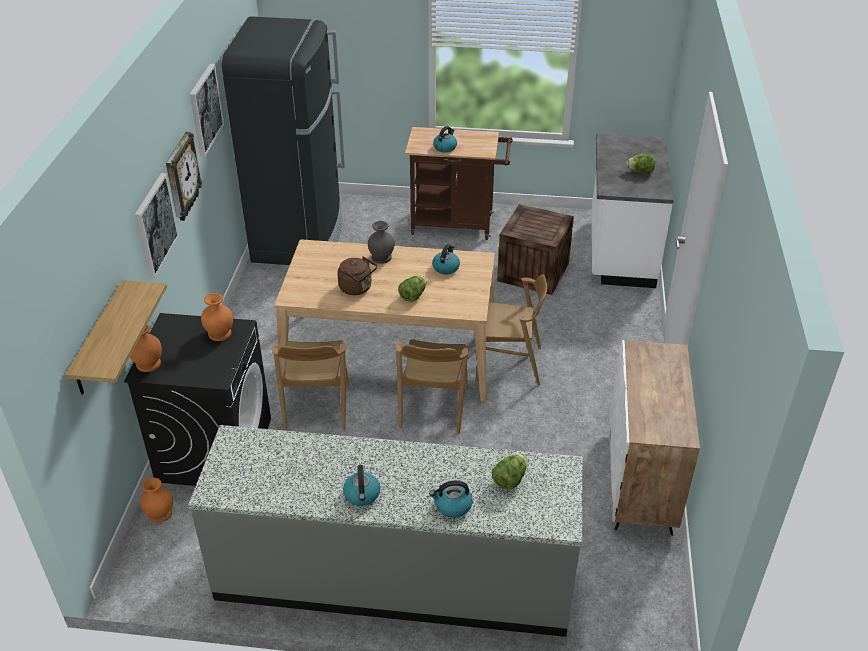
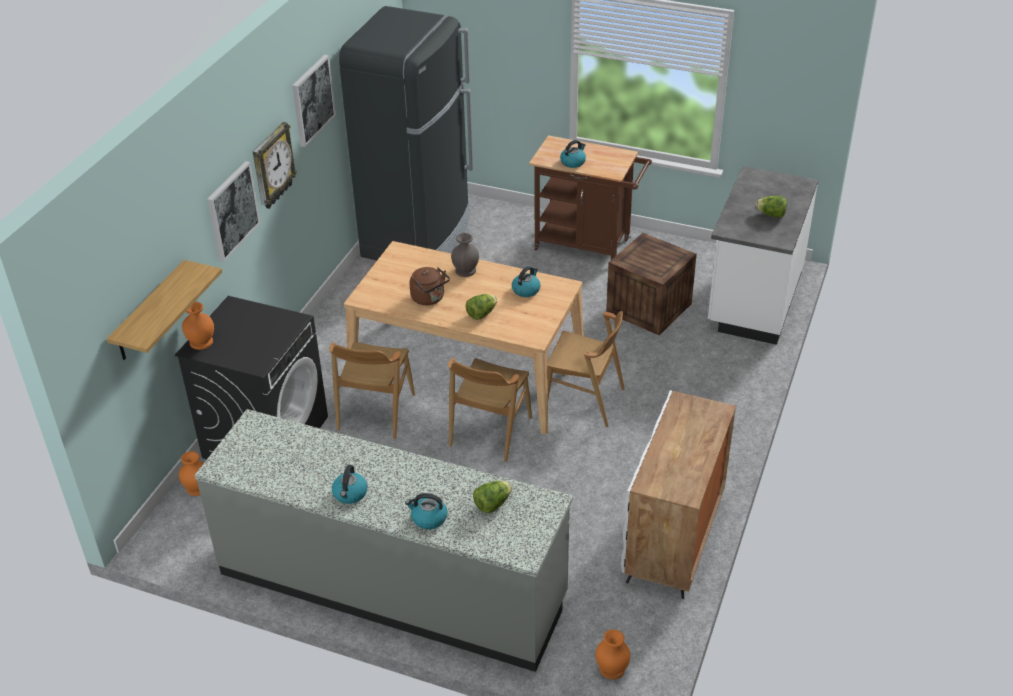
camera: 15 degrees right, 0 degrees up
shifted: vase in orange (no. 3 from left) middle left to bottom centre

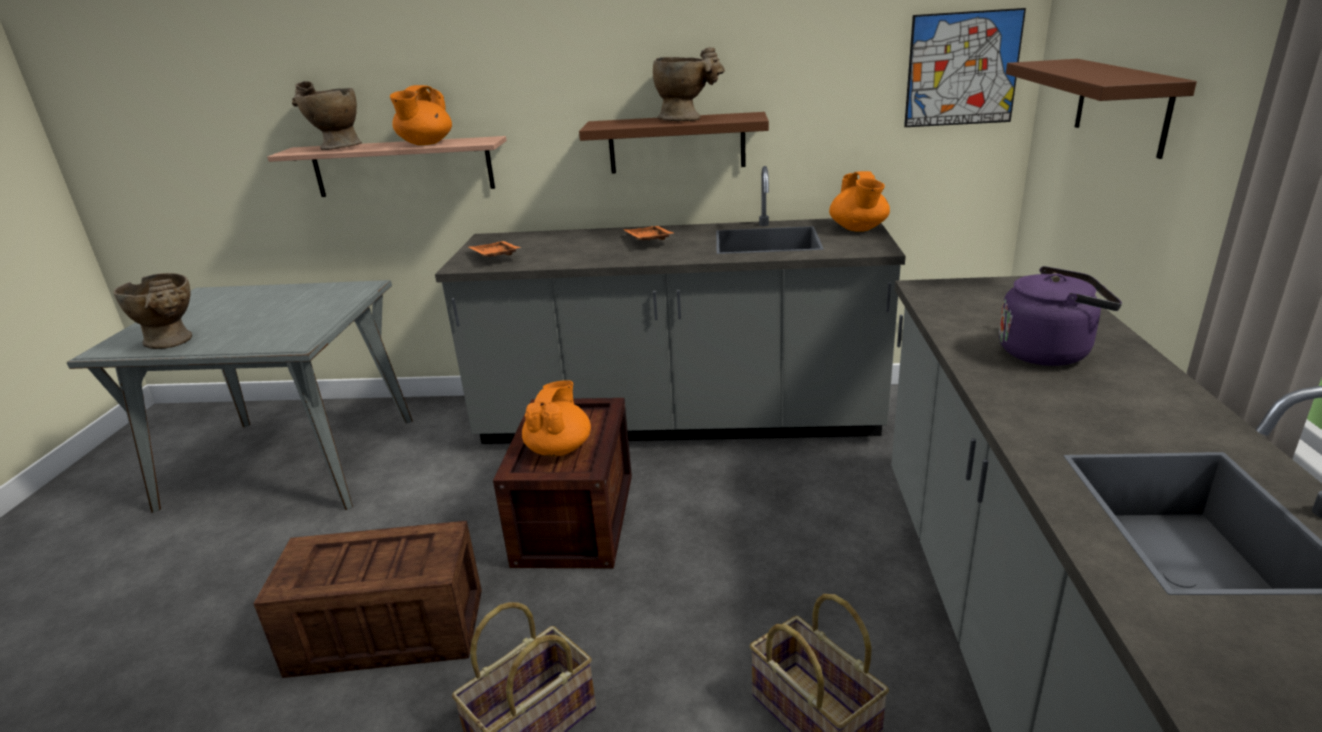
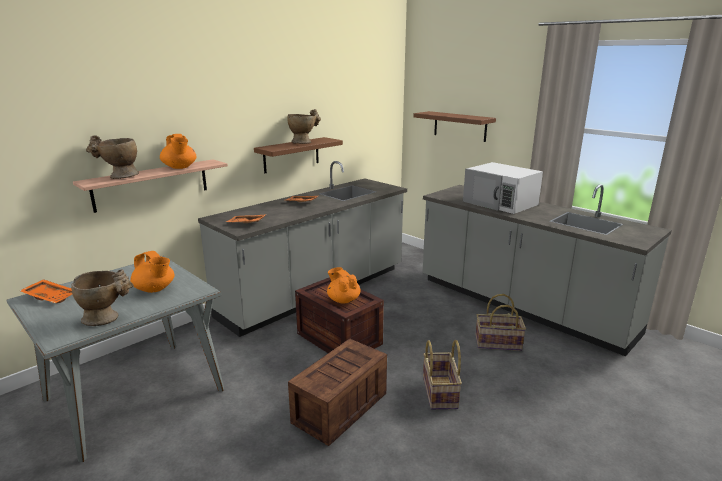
camera: 50 degrees left, 5 degrees down
gone: picture top right
new: tray in orange (no. 1 from left) middle left
shifted: teapot in orange (no. 3 from left in the first image) top centre to teapot in orange (no. 1 from left) middle left
swapped: kettle in purple middle right to microwave in white middle right

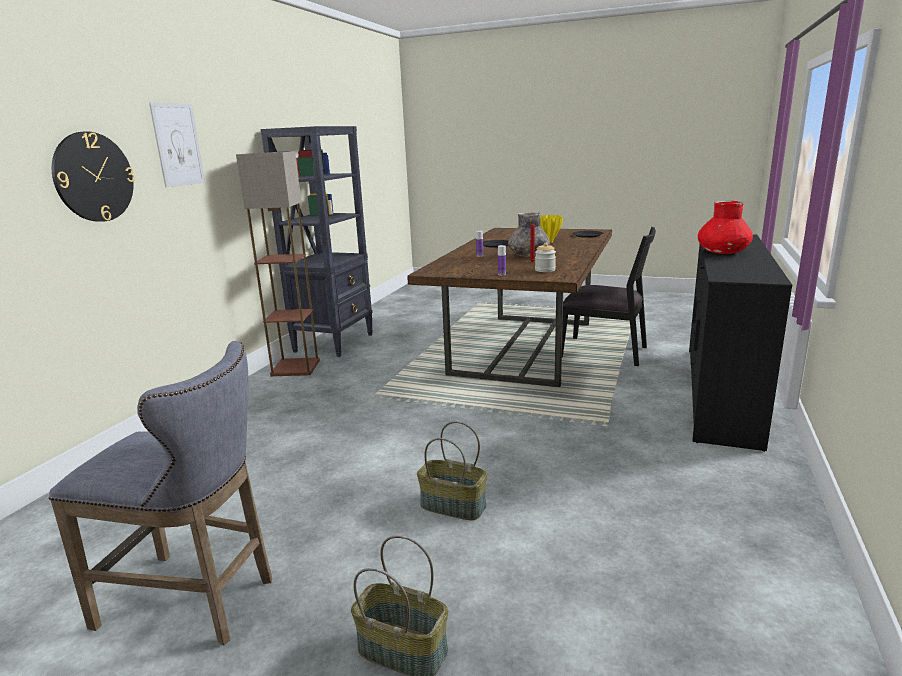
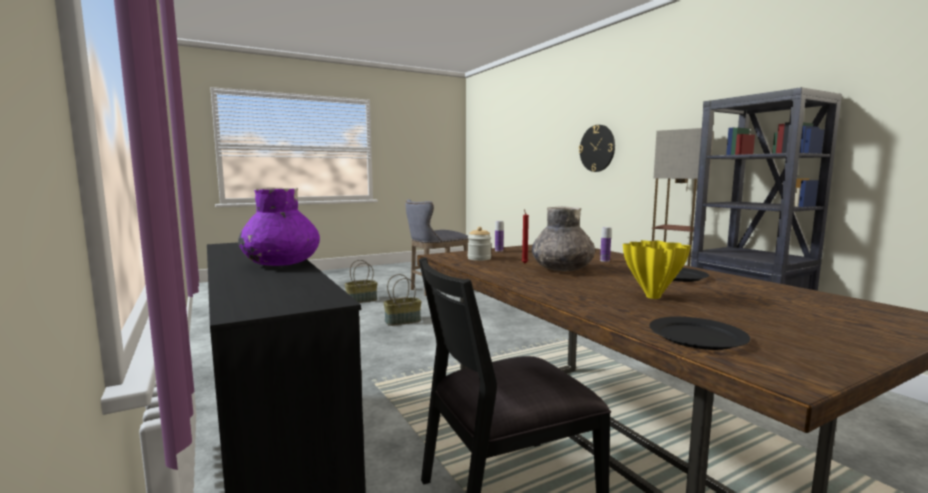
camera: 130 degrees right, 10 degrees down
gone: picture top left
repainted: vase in red middle right to vase in purple middle left

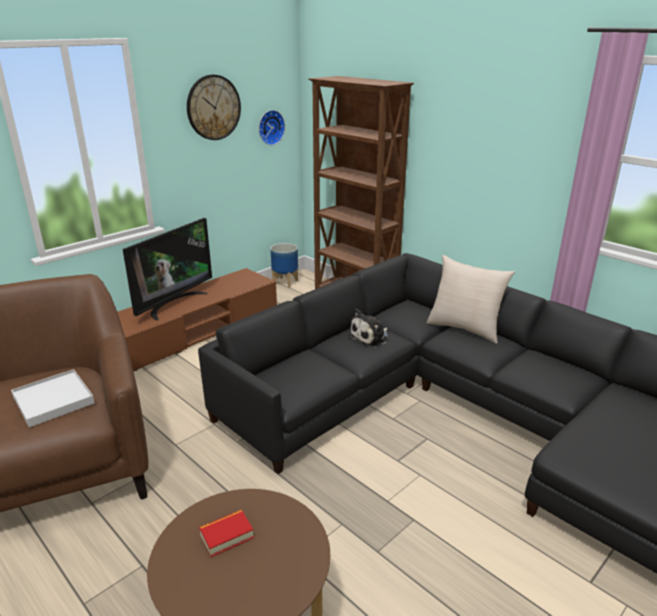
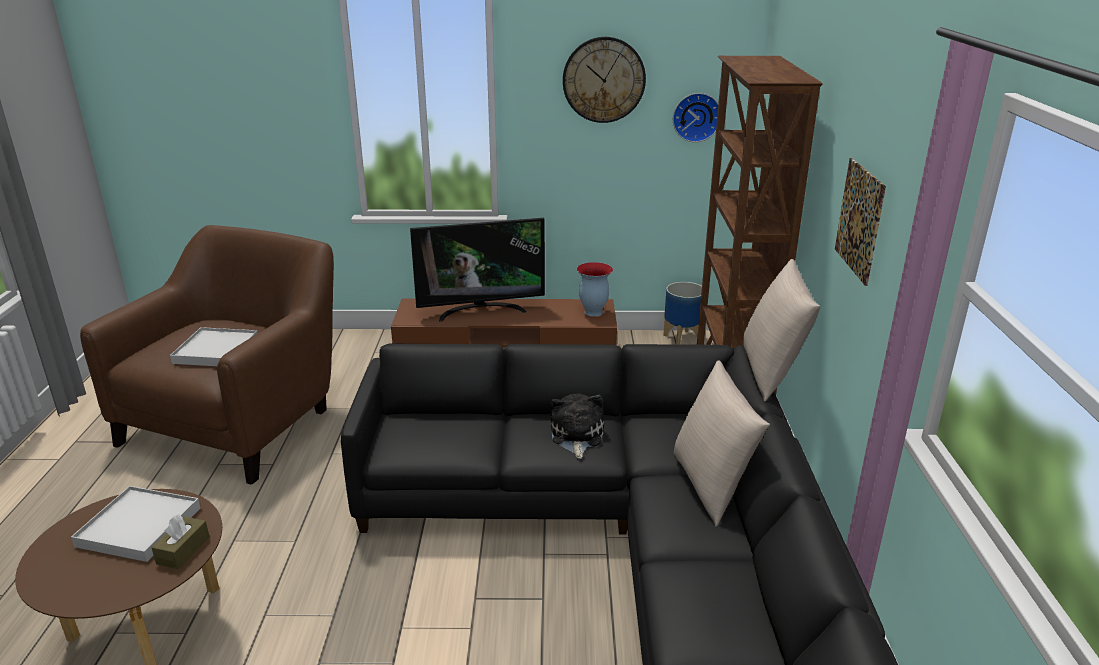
camera: 45 degrees right, 0 degrees up
new: tissue box in brown bottom left; vase centre; pillow in beige (no. 2 from left) middle right; picture middle right
swapped: book bottom centre to tray in white (no. 1 from left) bottom left
rotated: plush toy centre = centre 90 degrees clockwise

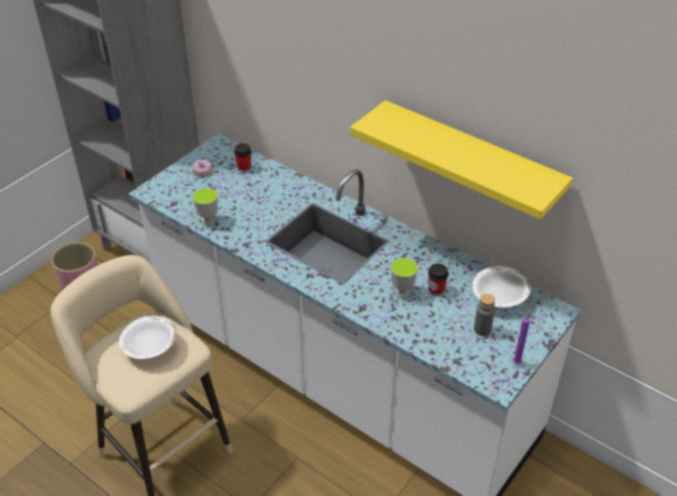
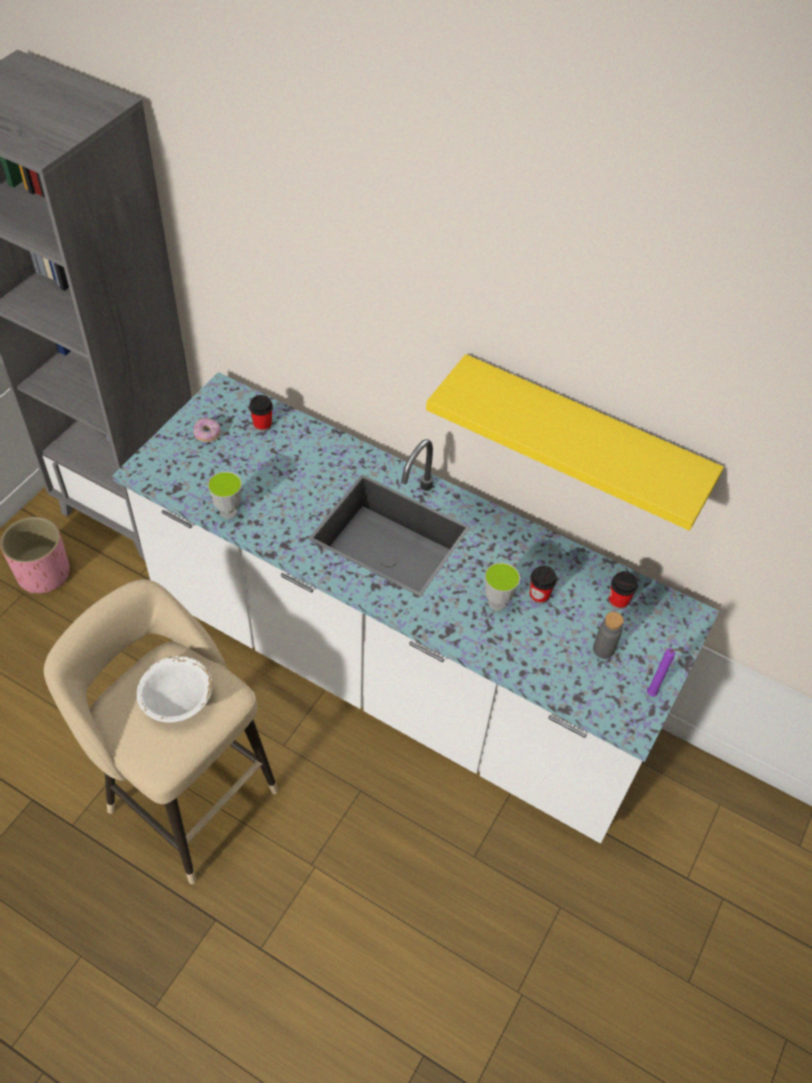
camera: 10 degrees left, 10 degrees up
swapped: bowl in white (no. 2 from left) middle right to cup (no. 5 from left) middle right

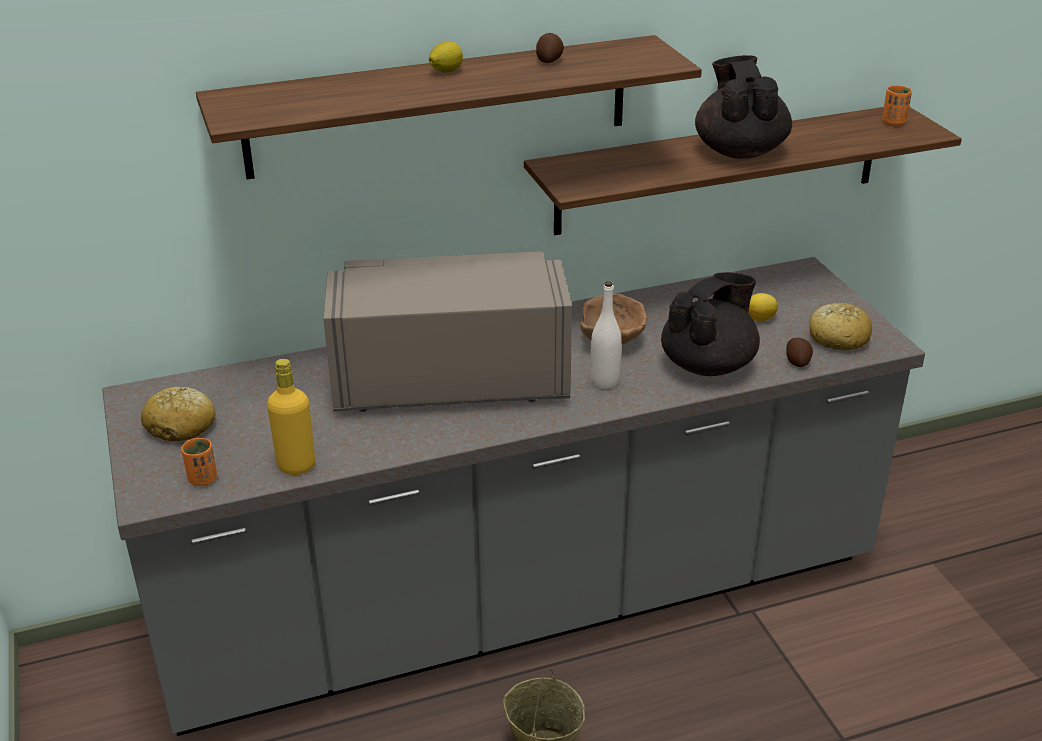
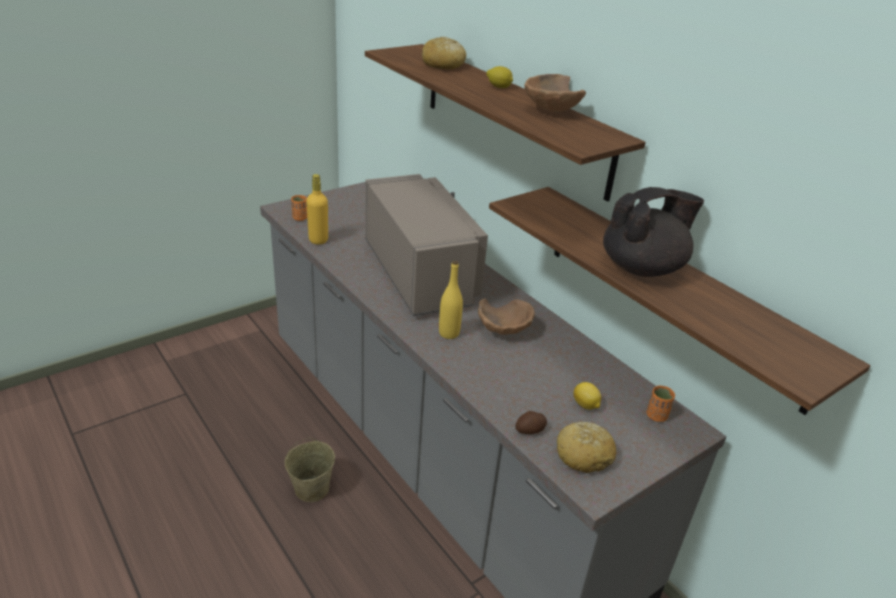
camera: 70 degrees right, 0 degrees up
gone: teapot in black (no. 1 from left) middle right
shifted: bread (no. 1 from left) middle left to top centre; cup in orange (no. 2 from left) top right to bottom right
swapped: potato (no. 1 from left) top centre to bowl in brown (no. 2 from left) top centre
repainted: bottle in white centre to bottle in yellow (no. 2 from left) centre

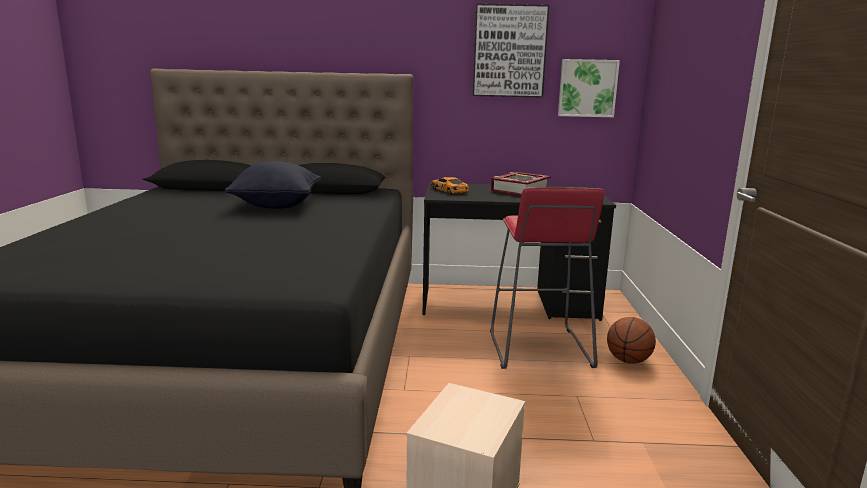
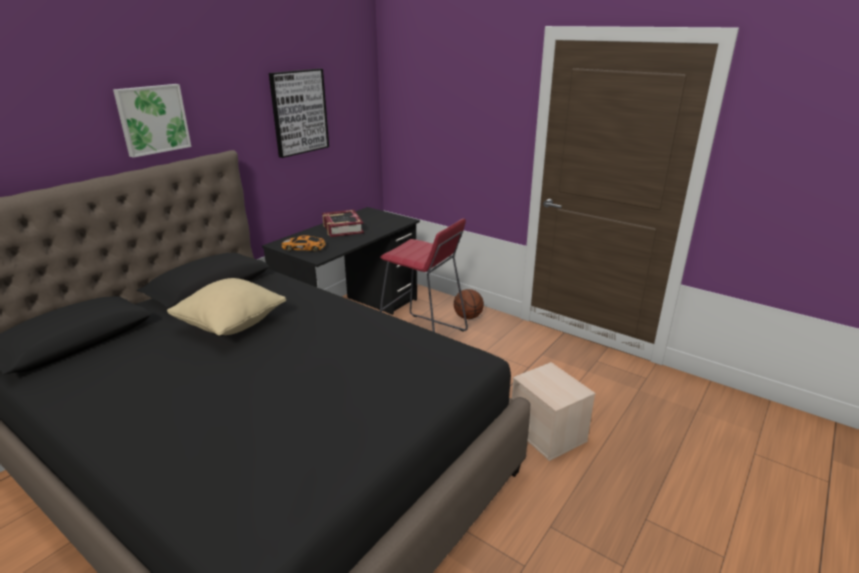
camera: 55 degrees left, 10 degrees up
shifted: picture (no. 2 from left in the first image) top right to picture (no. 1 from left) top left
repainted: pillow in black middle left to pillow in beige middle left

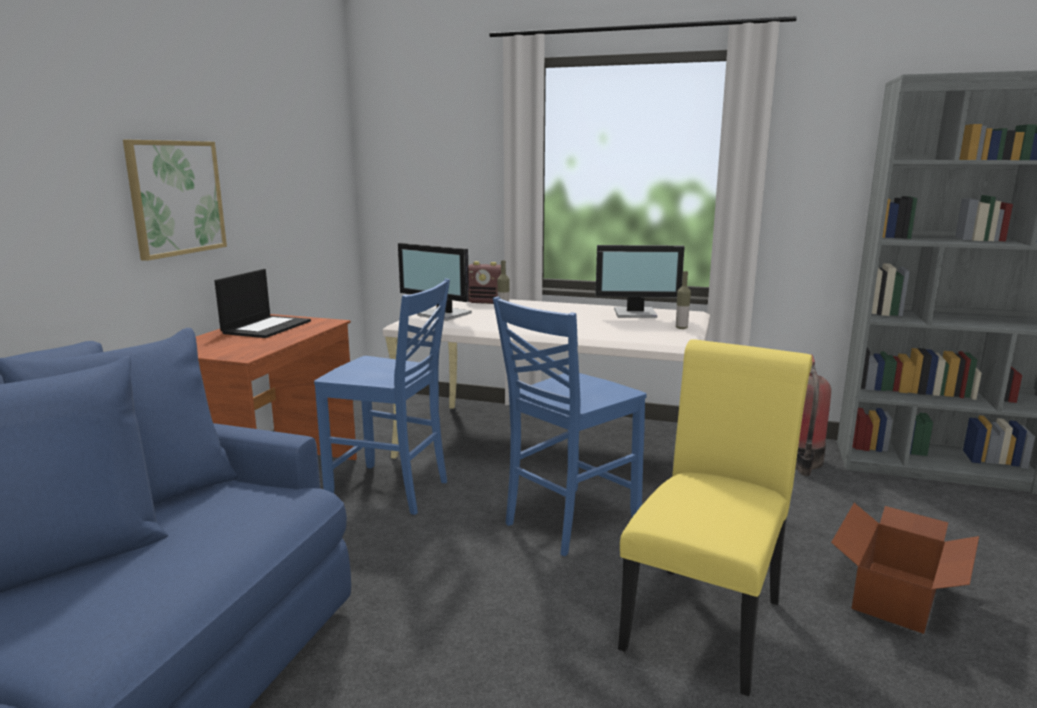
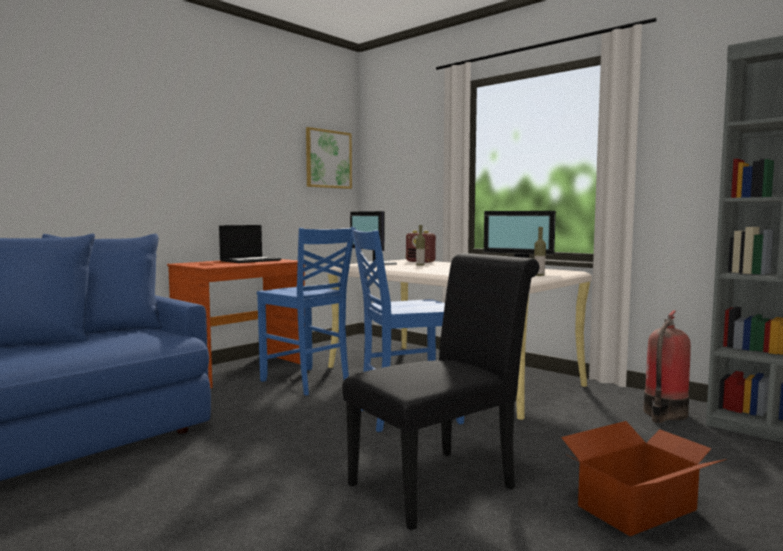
camera: 25 degrees right, 10 degrees down
shifted: picture top left to top centre
repainted: chair in yellow bottom right to chair in black bottom centre

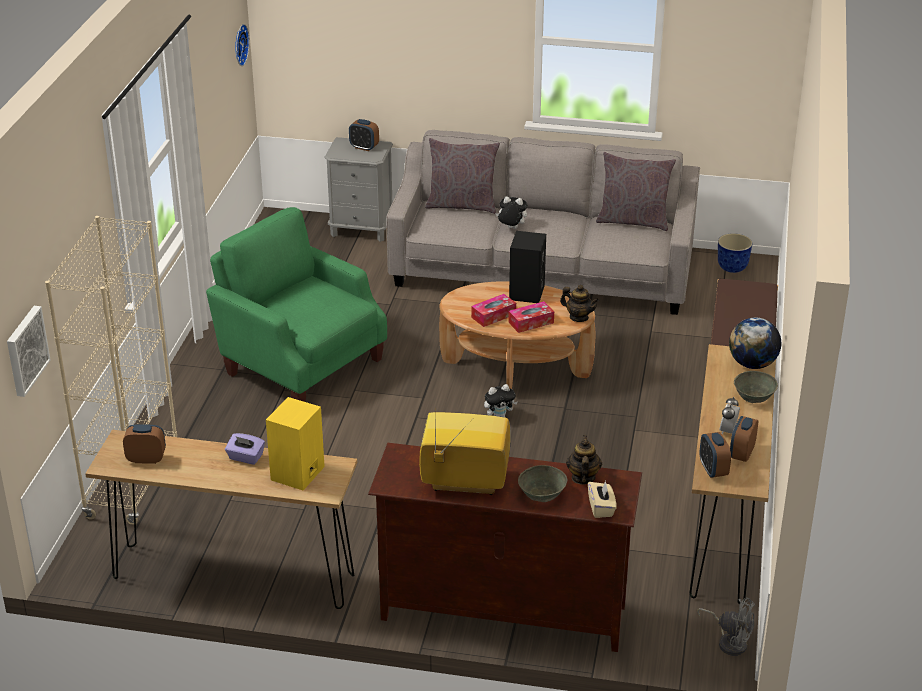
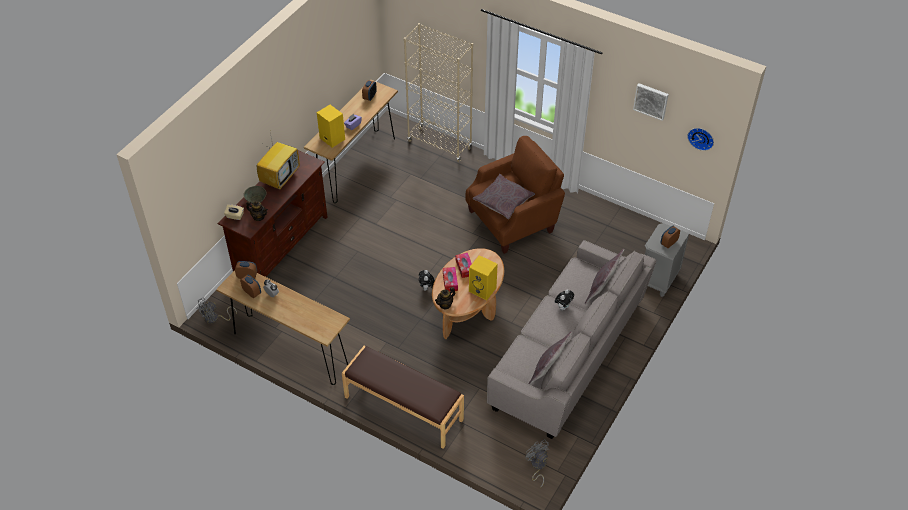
camera: 110 degrees right, 15 degrees up
gone: globe middle right; bowl in grey (no. 2 from left) middle right
new: pillow in grey (no. 1 from left) centre
shifted: picture middle left to top right
swapped: planter middle right to fan in grey (no. 2 from left) bottom centre
repainted: armchair in green middle left to armchair in brown centre; speaker in black centre to speaker in yellow (no. 2 from left) centre

